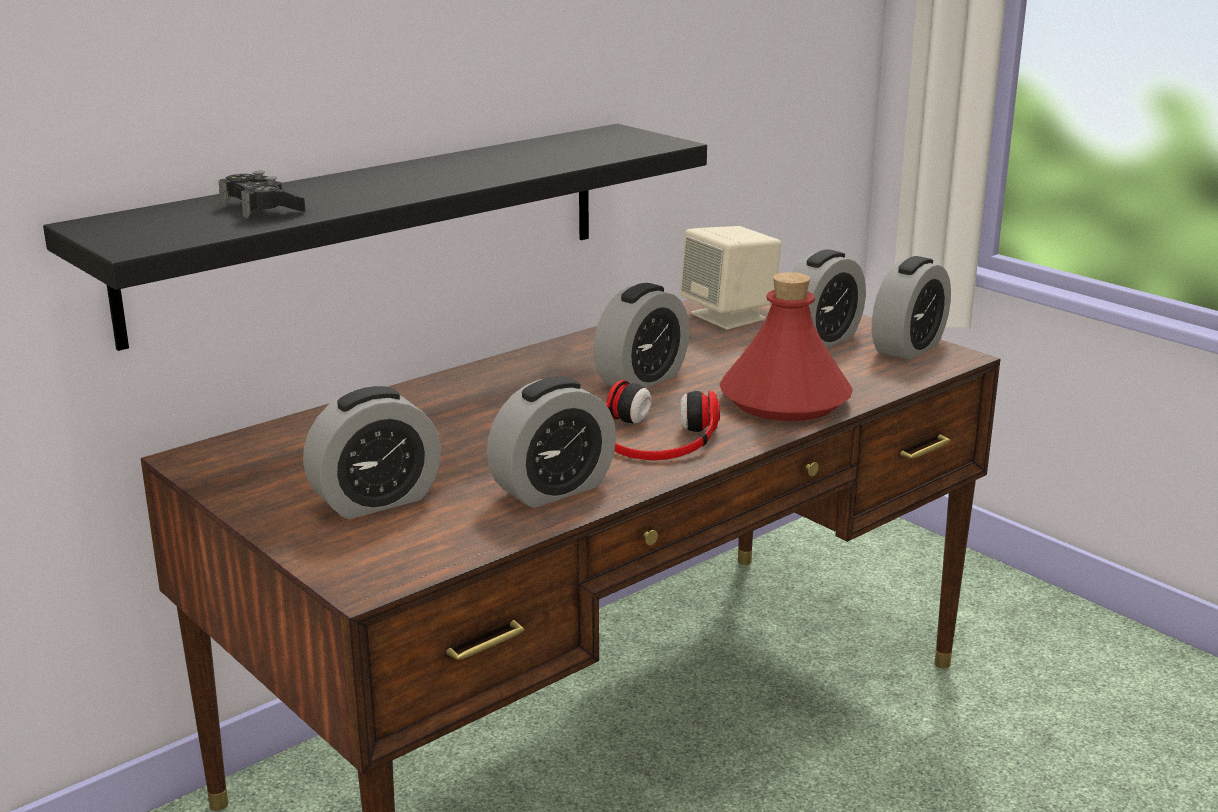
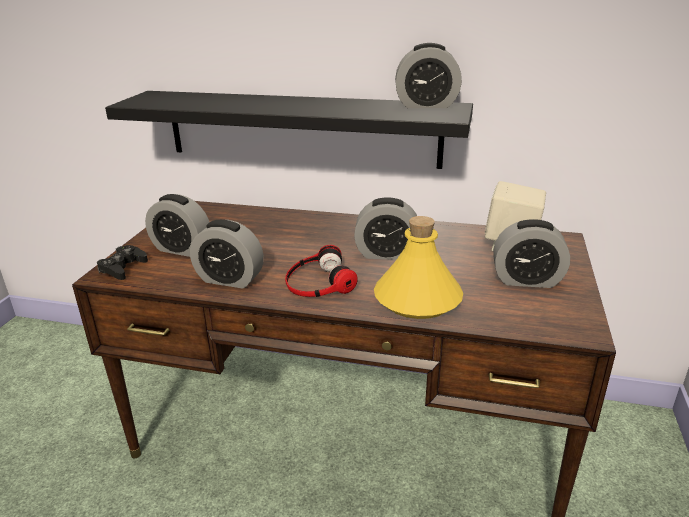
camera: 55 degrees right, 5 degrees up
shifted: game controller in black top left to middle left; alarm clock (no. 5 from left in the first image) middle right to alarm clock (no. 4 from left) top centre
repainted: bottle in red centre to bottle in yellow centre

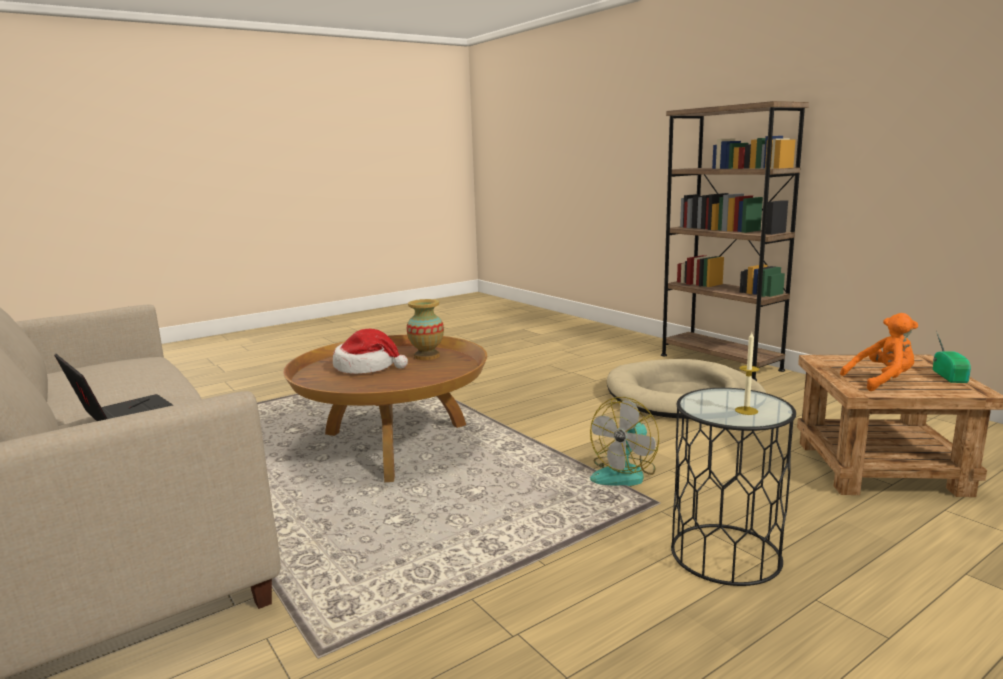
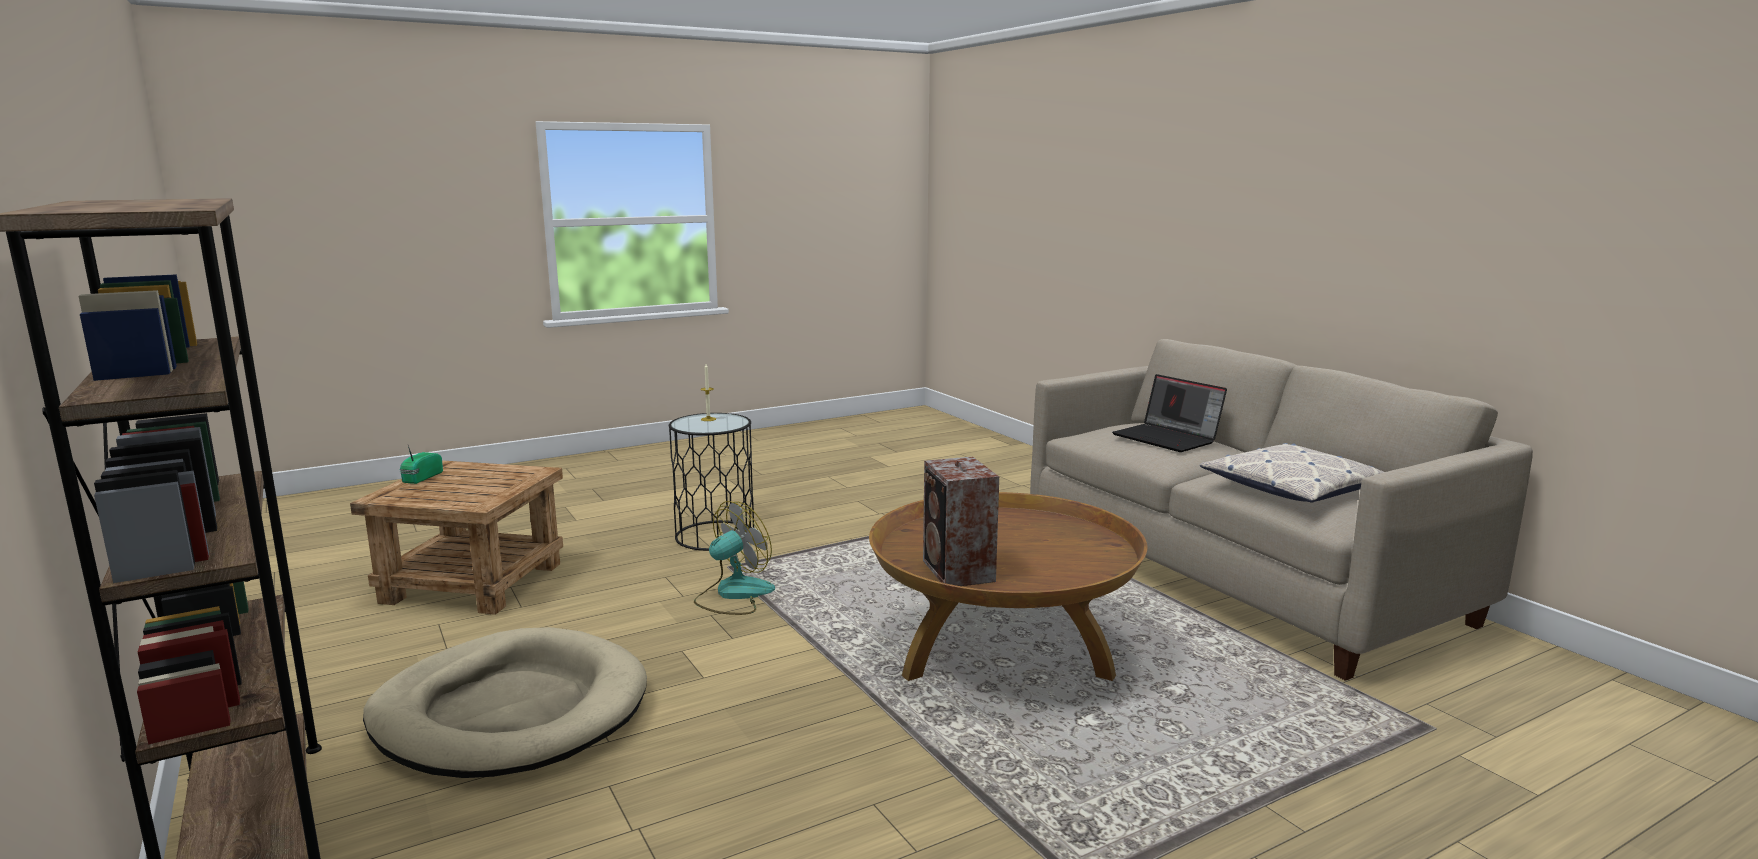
camera: 175 degrees left, 0 degrees up
gone: hat centre; plush toy in orange middle right
new: pillow middle right
swapped: vase centre to speaker centre

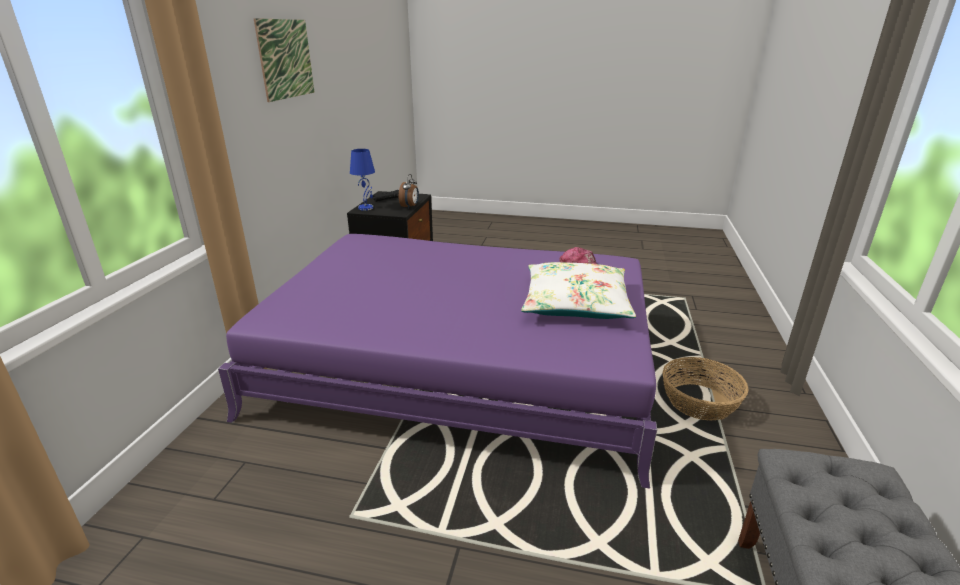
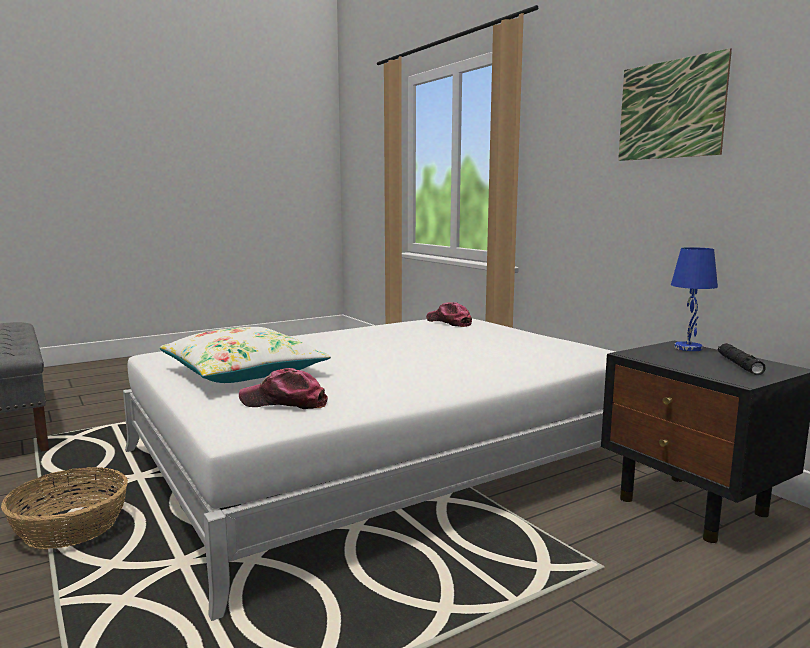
camera: 135 degrees right, 15 degrees down
gone: alarm clock top centre
new: cap (no. 2 from left) centre
repainted: bed in purple centre to bed in white bottom centre

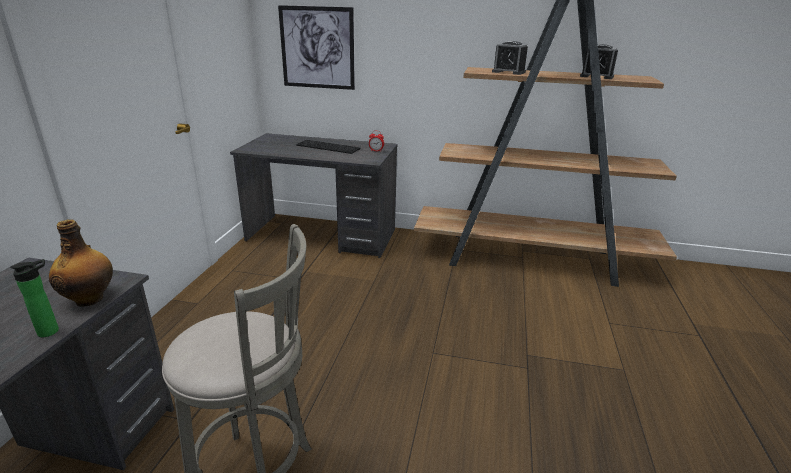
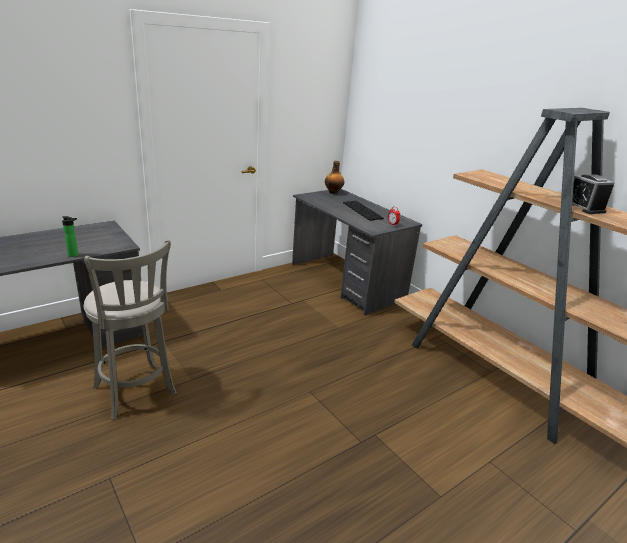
camera: 40 degrees right, 0 degrees up
gone: picture top centre; alarm clock (no. 2 from left) top centre
shifted: bottle (no. 2 from left) middle left to top centre

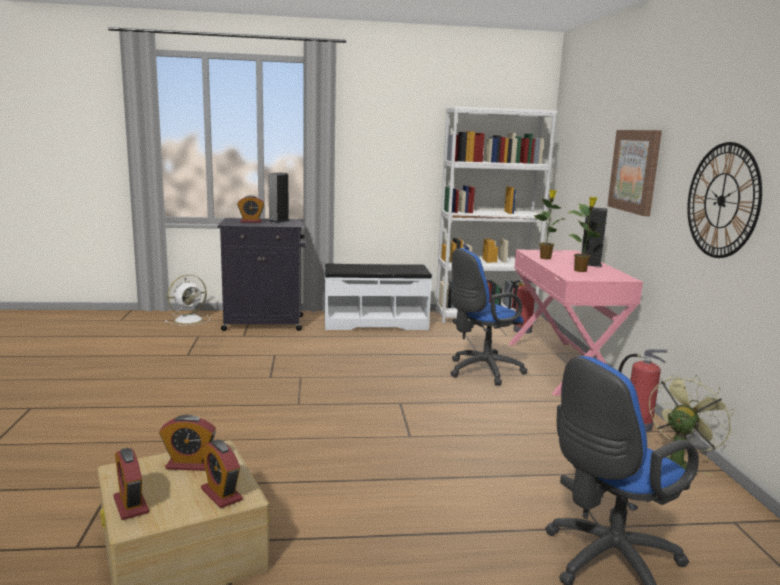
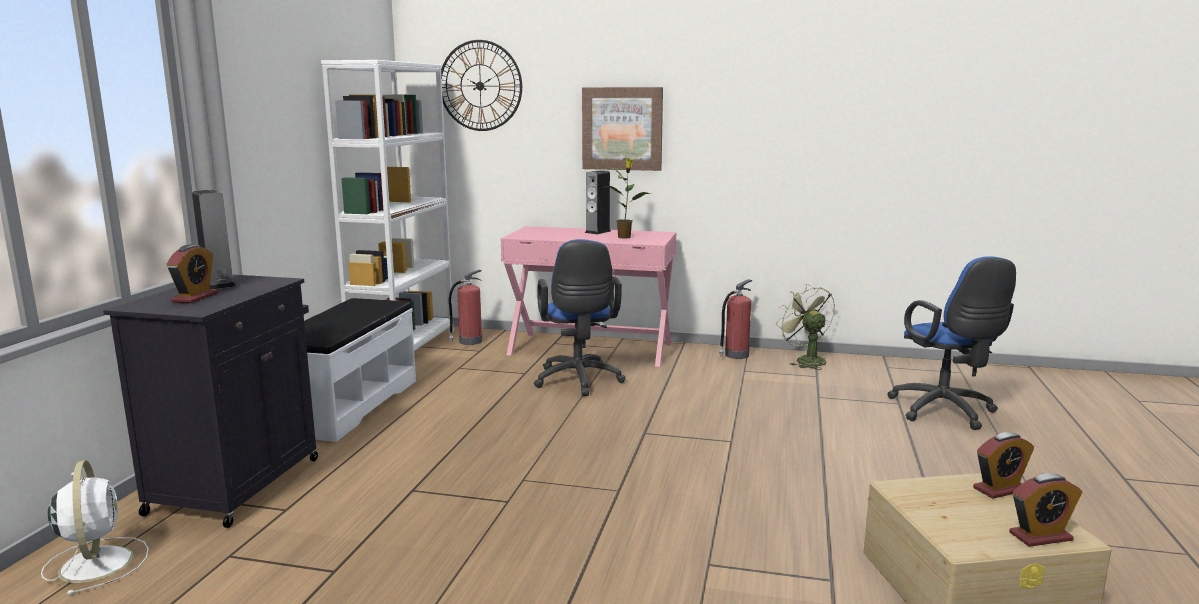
camera: 70 degrees left, 0 degrees up
gone: alarm clock (no. 2 from left) bottom left; potted plant (no. 1 from left) middle right
shifted: wall clock middle right to top centre

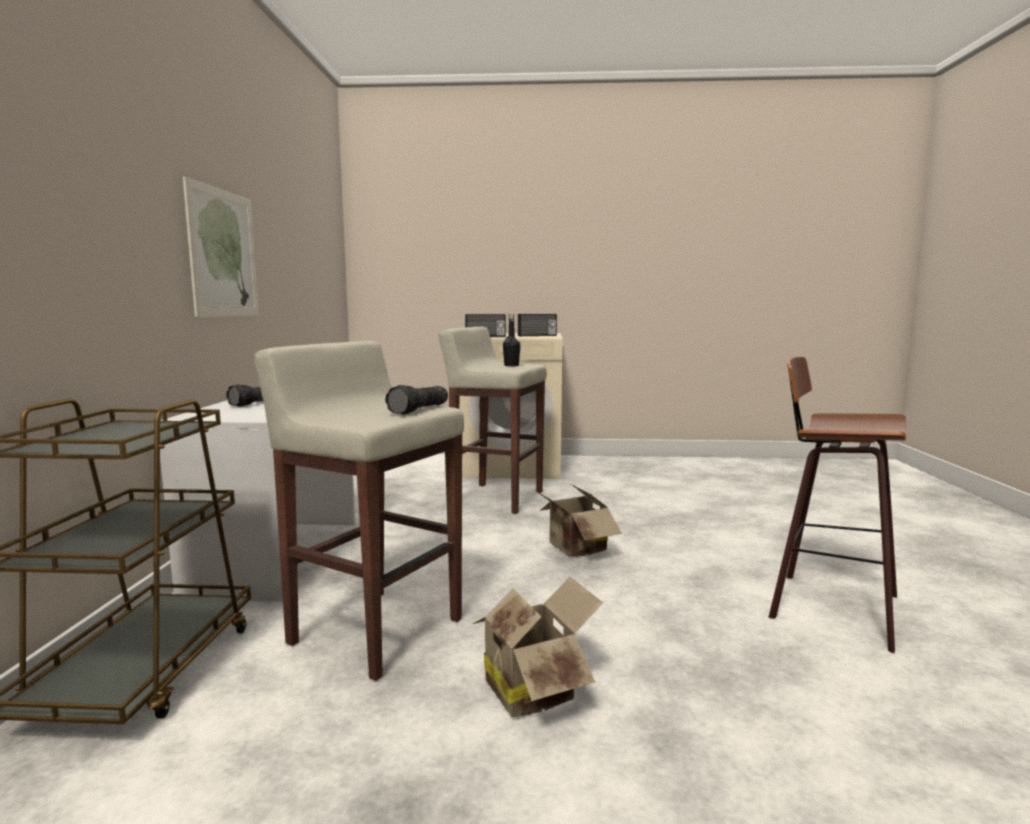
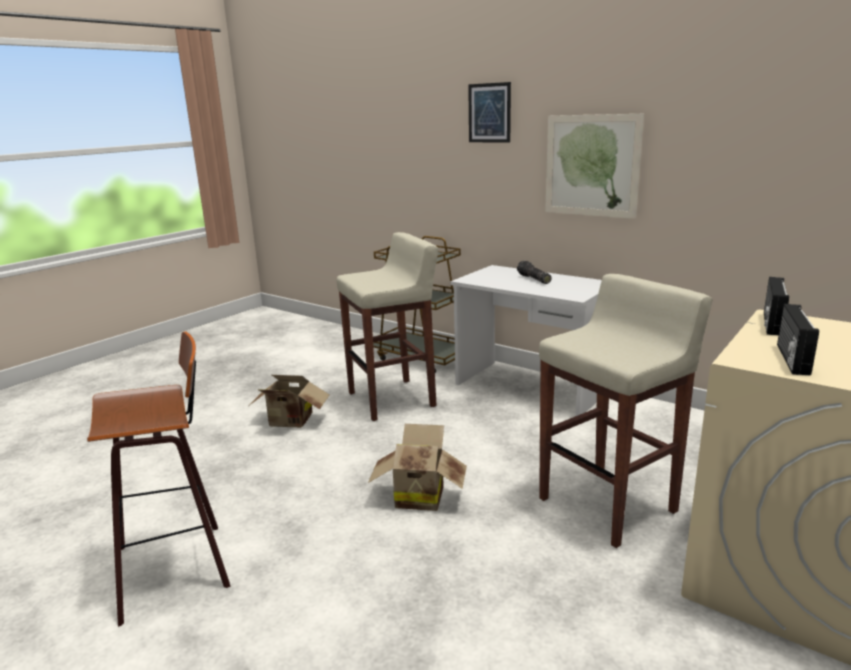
camera: 125 degrees right, 10 degrees up
gone: flashlight (no. 2 from left) centre; bottle in black centre
new: picture (no. 1 from left) top centre

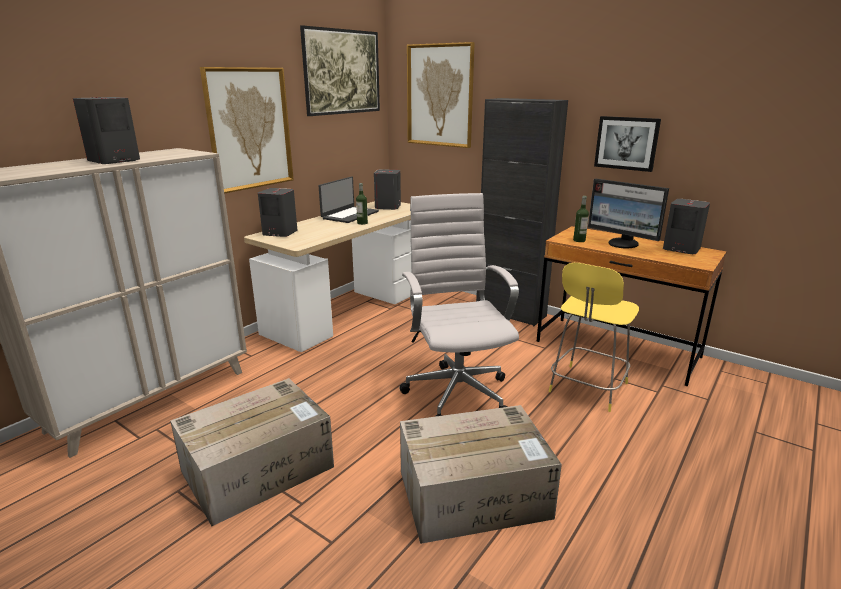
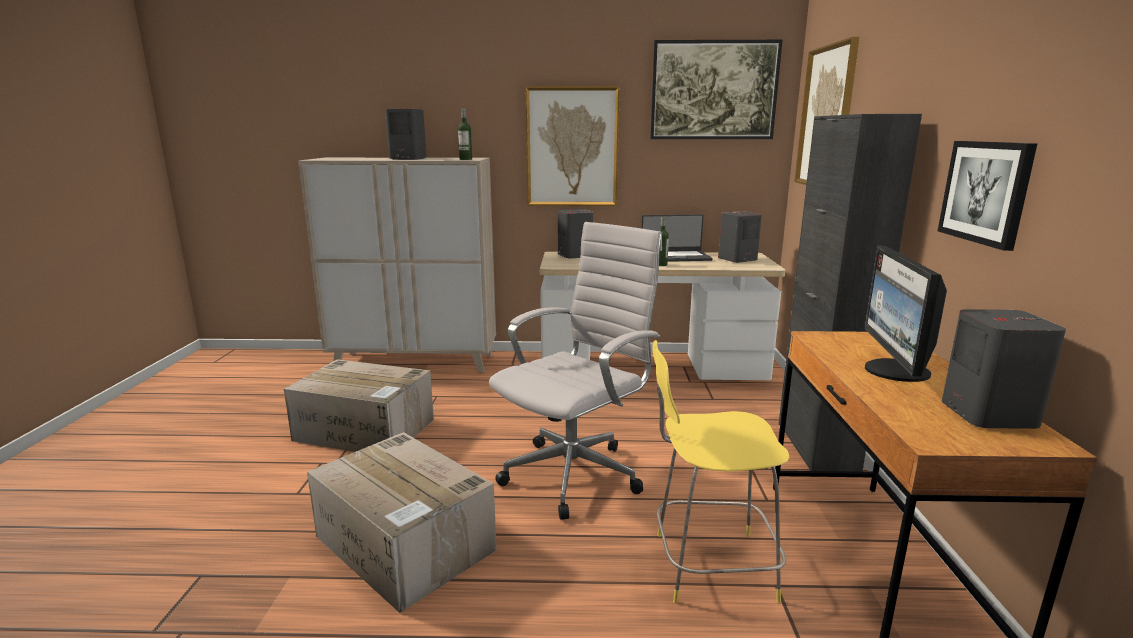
camera: 55 degrees right, 5 degrees down
shifted: bottle (no. 2 from left in the first image) middle right to bottle (no. 1 from left) top centre

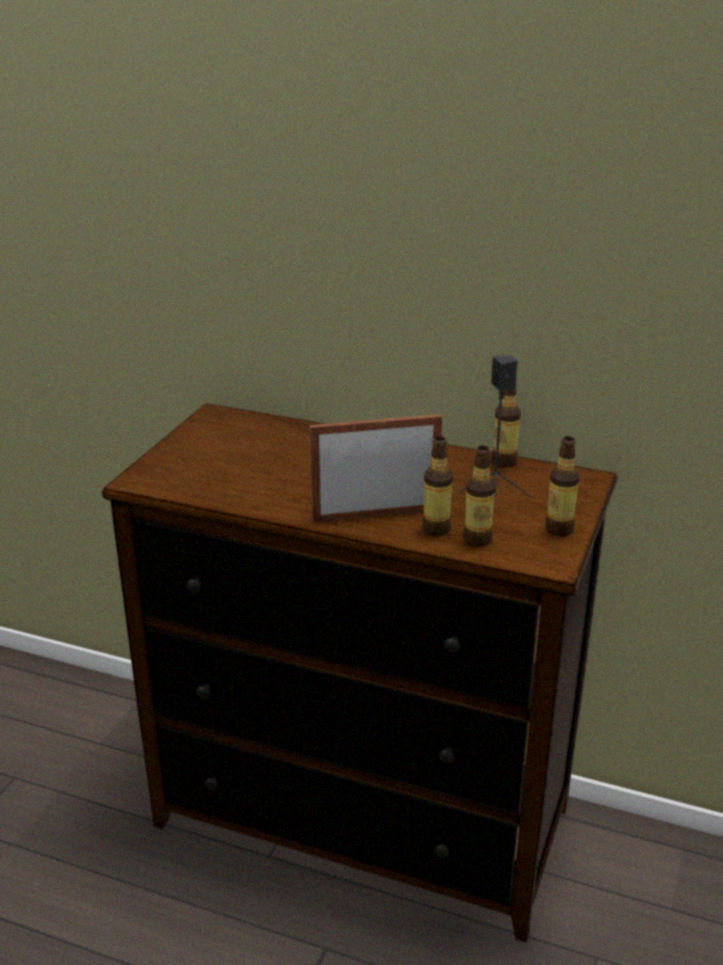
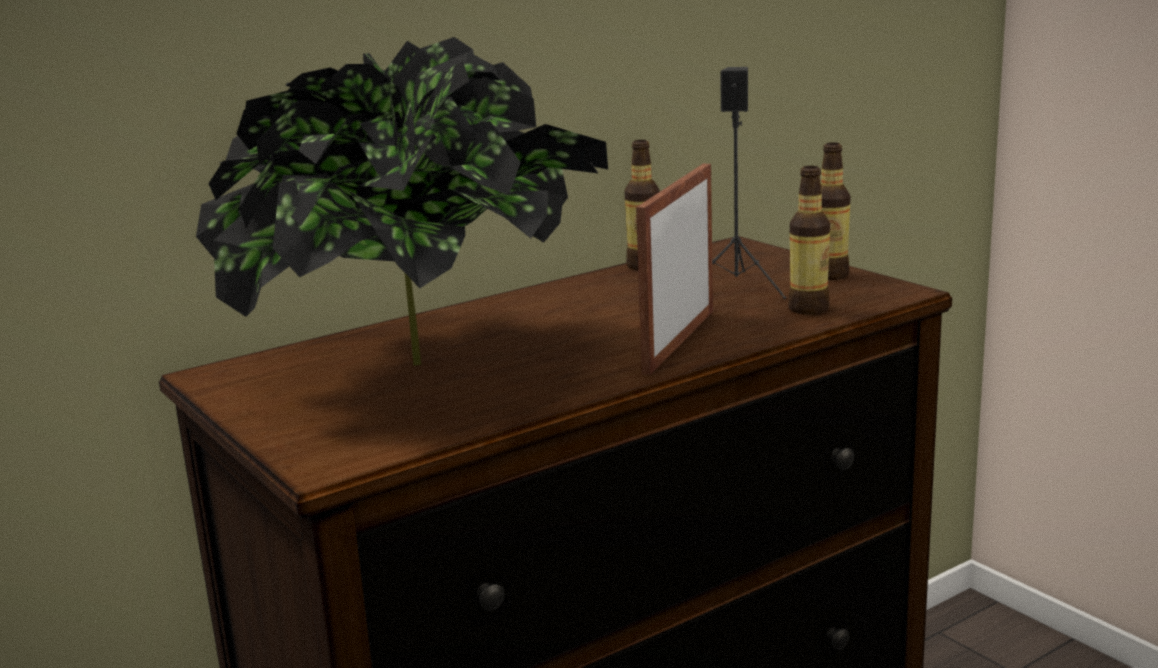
camera: 55 degrees left, 10 degrees down
gone: bottle (no. 1 from left) centre
new: potted plant top centre

